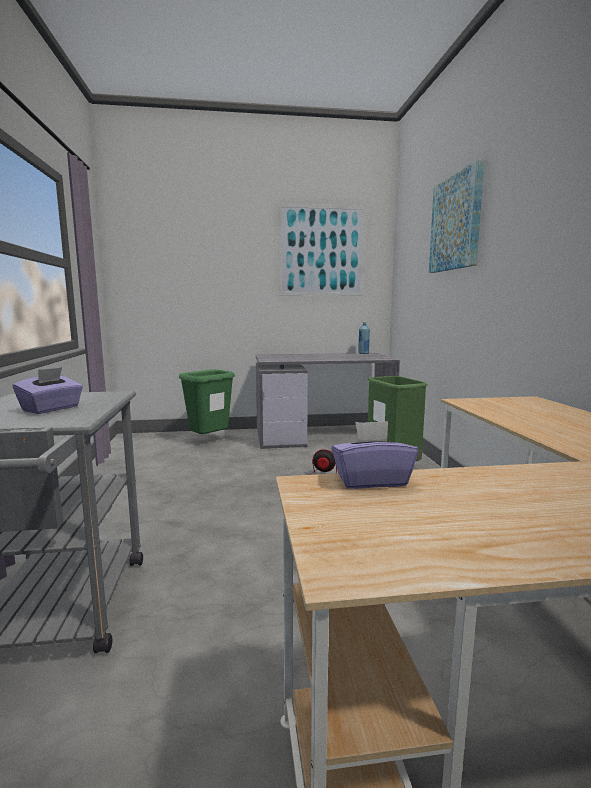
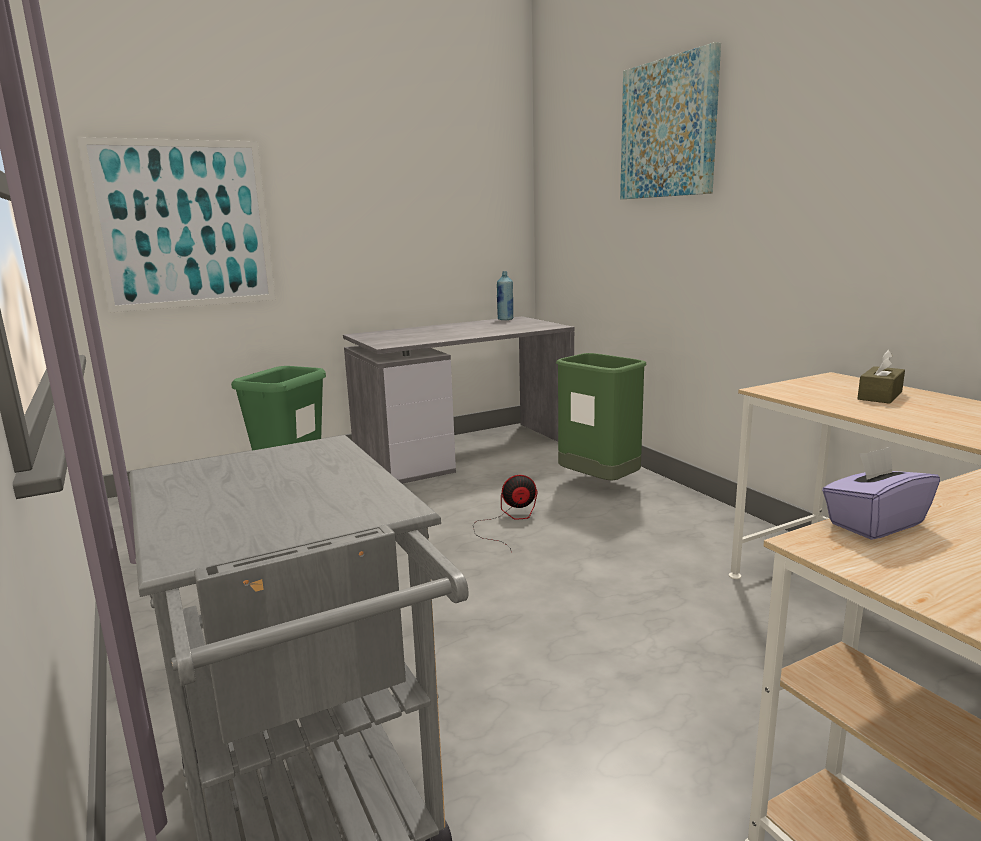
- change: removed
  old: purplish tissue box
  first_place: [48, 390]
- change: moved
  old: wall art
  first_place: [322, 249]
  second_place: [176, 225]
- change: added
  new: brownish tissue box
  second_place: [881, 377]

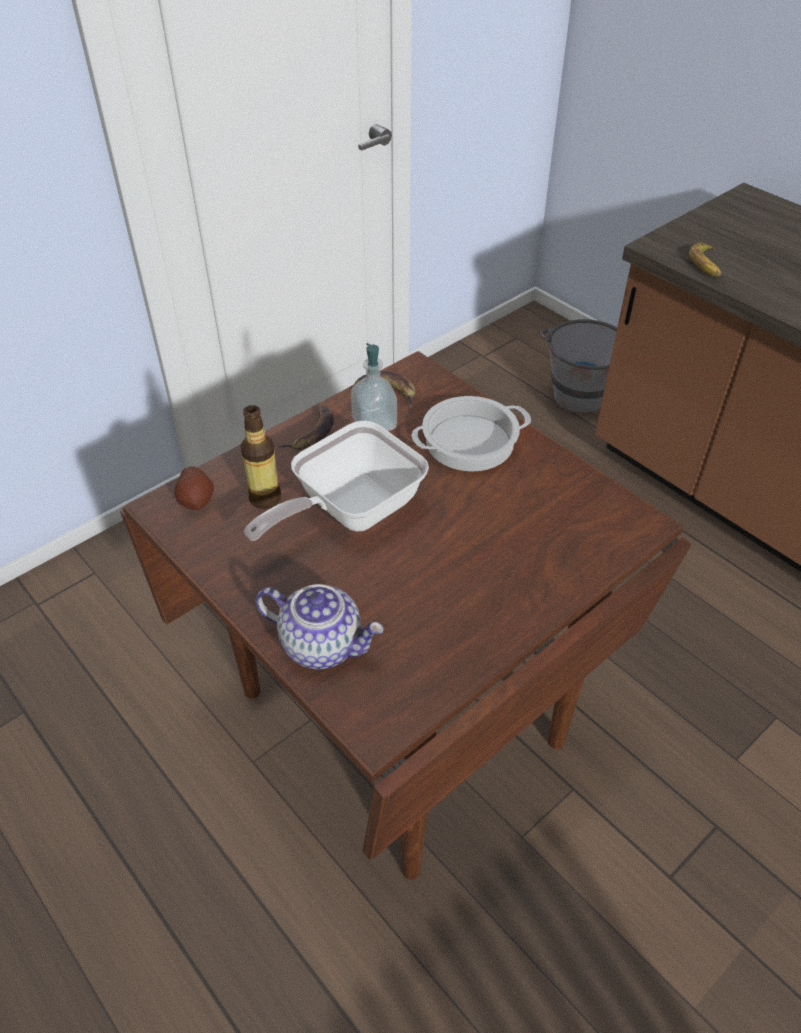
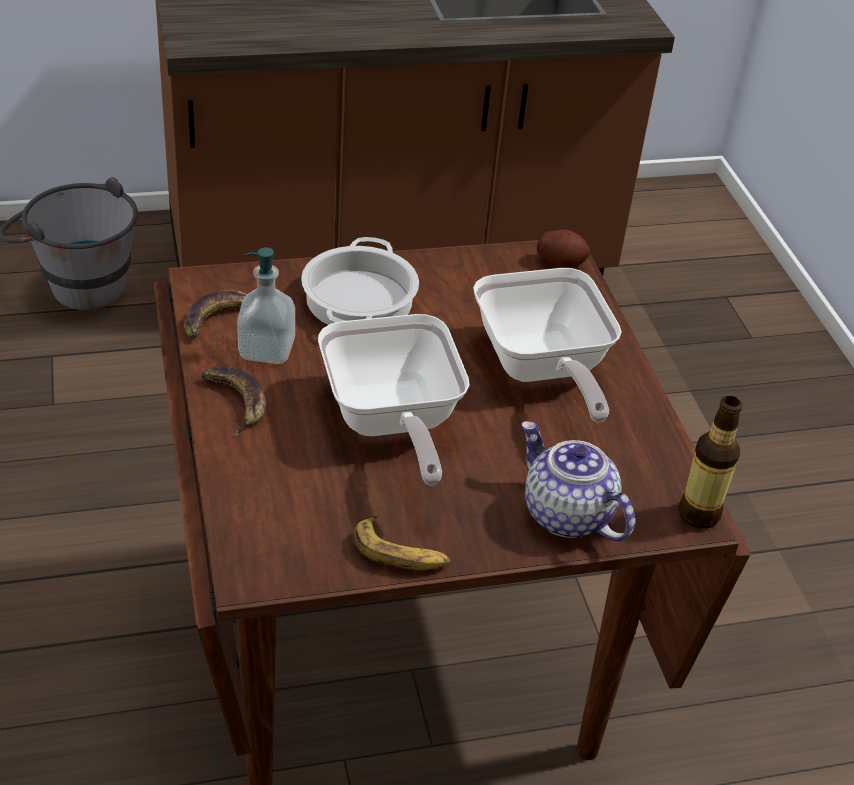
- change: moved
  old: potato
  first_place: [194, 488]
  second_place: [563, 249]
- change: moved
  old: bottle
  first_place: [261, 457]
  second_place: [710, 462]
- change: turned
  old: teapot
  first_place: [320, 626]
  second_place: [578, 481]
  degrees: -90
- change: moved
  old: banana
  first_place: [705, 260]
  second_place: [402, 542]
- change: added
  new: pan
  second_place: [547, 345]

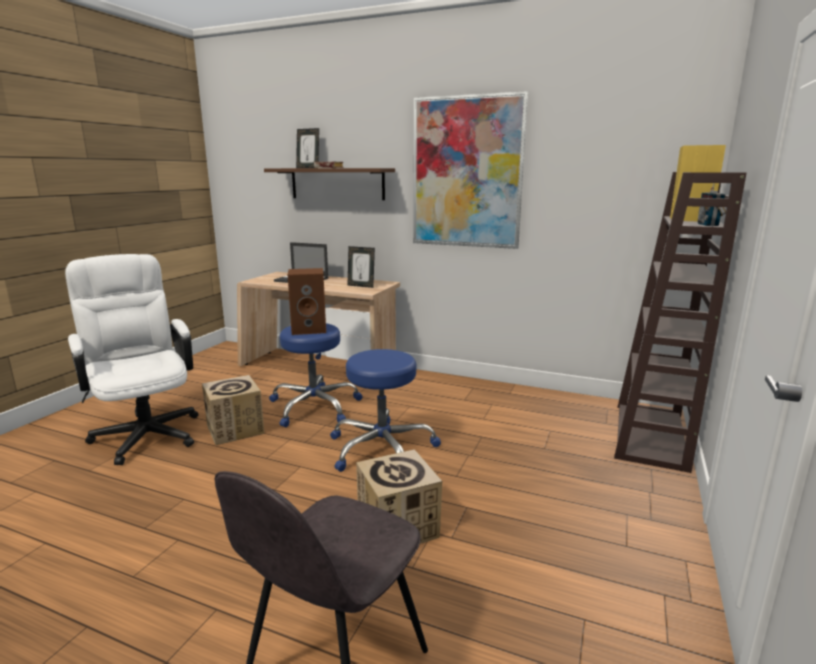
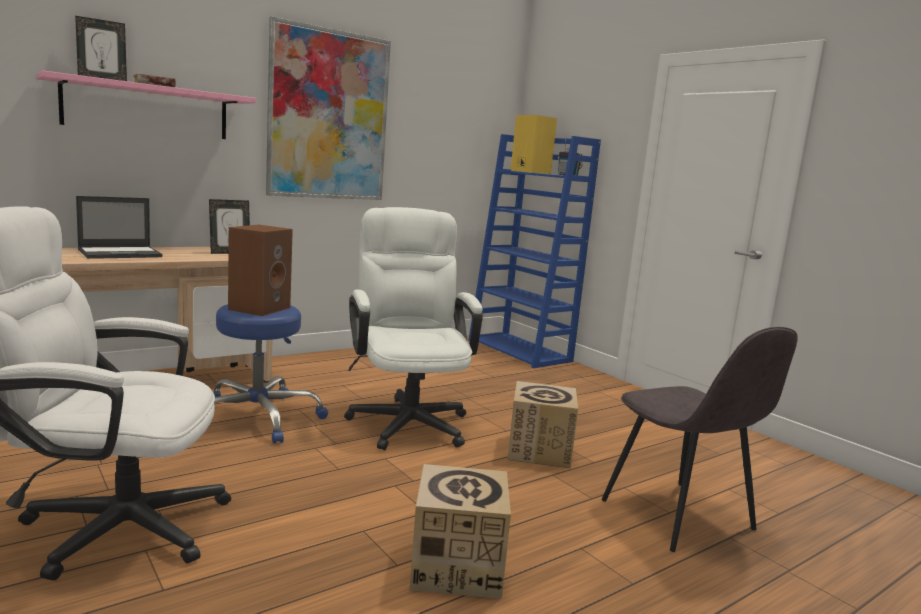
- change: moved
  old: carton
  first_place: [233, 410]
  second_place: [460, 531]
- change: recoloured
  old: brownish shelf
  new: pink-coloured shelf
  first_place: [329, 184]
  second_place: [146, 104]
- change: replaced
  old: bluish sitting stool
  new: white computer chair
  first_place: [385, 410]
  second_place: [413, 328]
- change: recoloured
  old: brownish bookshelf
  new: bluish bookshelf
  first_place: [680, 322]
  second_place: [534, 251]

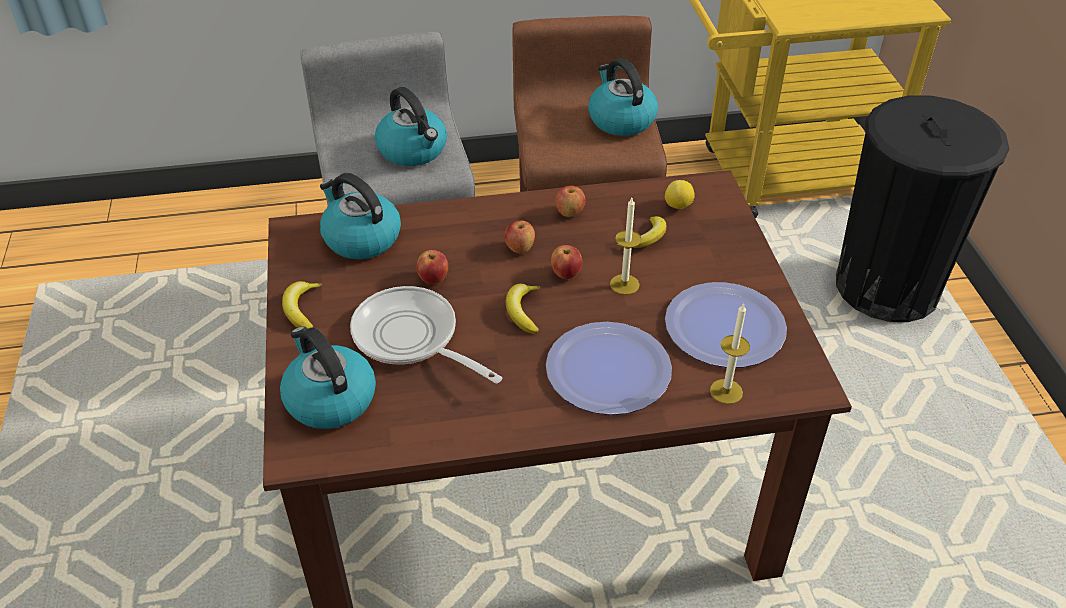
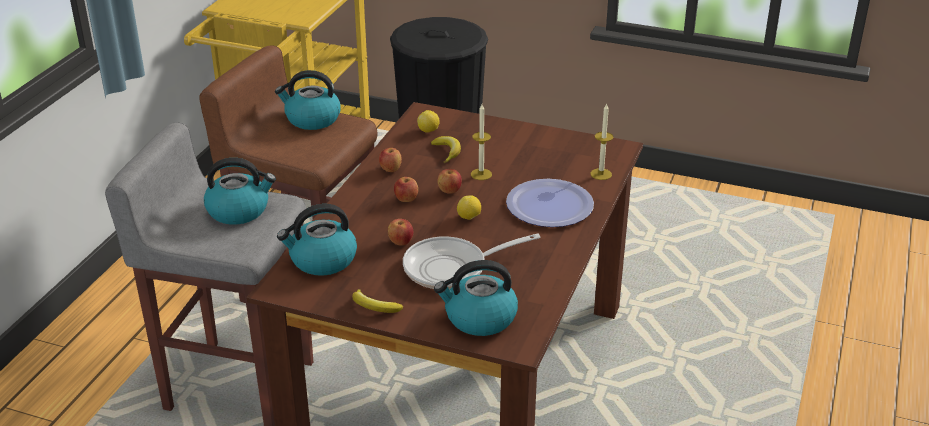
- change: replaced
  old: banana
  new: lemon
  first_place: [523, 308]
  second_place: [469, 207]
- change: removed
  old: dinner plate
  first_place: [726, 325]

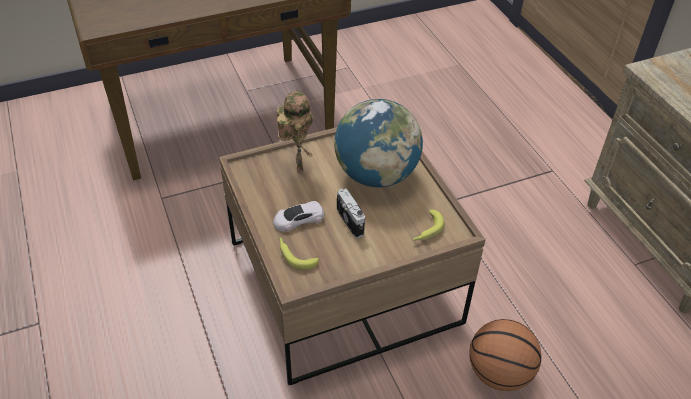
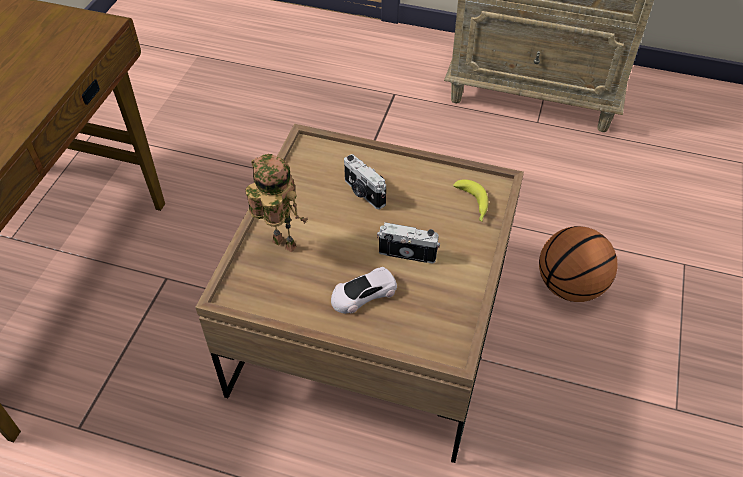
- change: turned
  old: white toy car
  first_place: [298, 216]
  second_place: [364, 290]
  degrees: 45
- change: removed
  old: banana
  first_place: [299, 253]
- change: replaced
  old: globe
  new: still camera
  first_place: [378, 143]
  second_place: [365, 181]

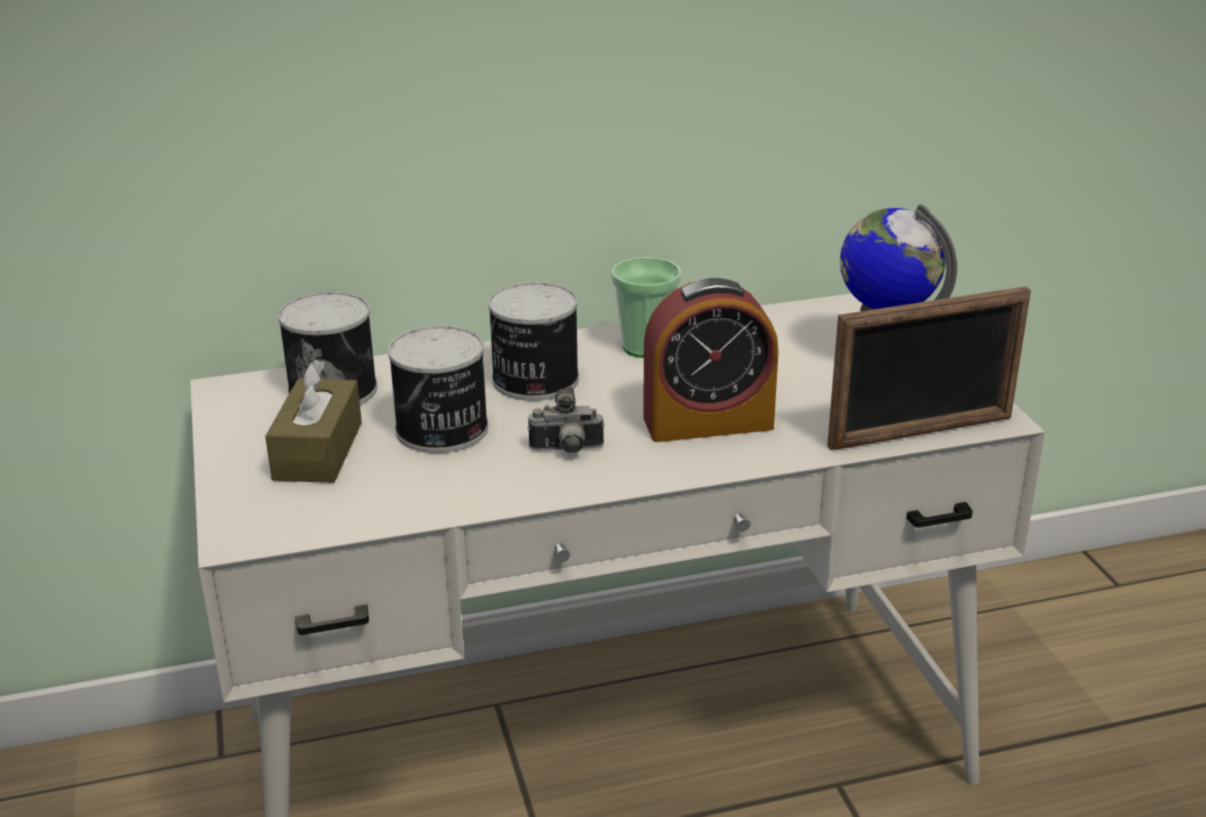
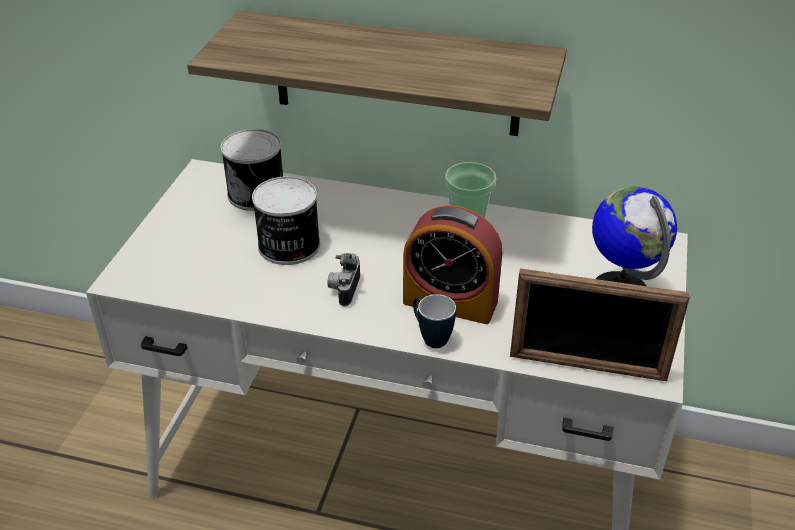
- change: removed
  old: brownish tissue box
  first_place: [313, 421]
- change: removed
  old: metal can
  first_place: [533, 341]
- change: turned
  old: still camera
  first_place: [566, 419]
  second_place: [343, 279]
  degrees: 75
- change: added
  new: shelf
  second_place: [377, 73]
- change: added
  new: coffee mug
  second_place: [434, 321]

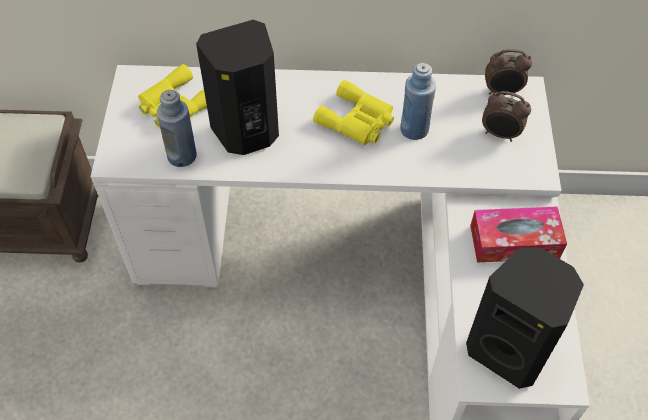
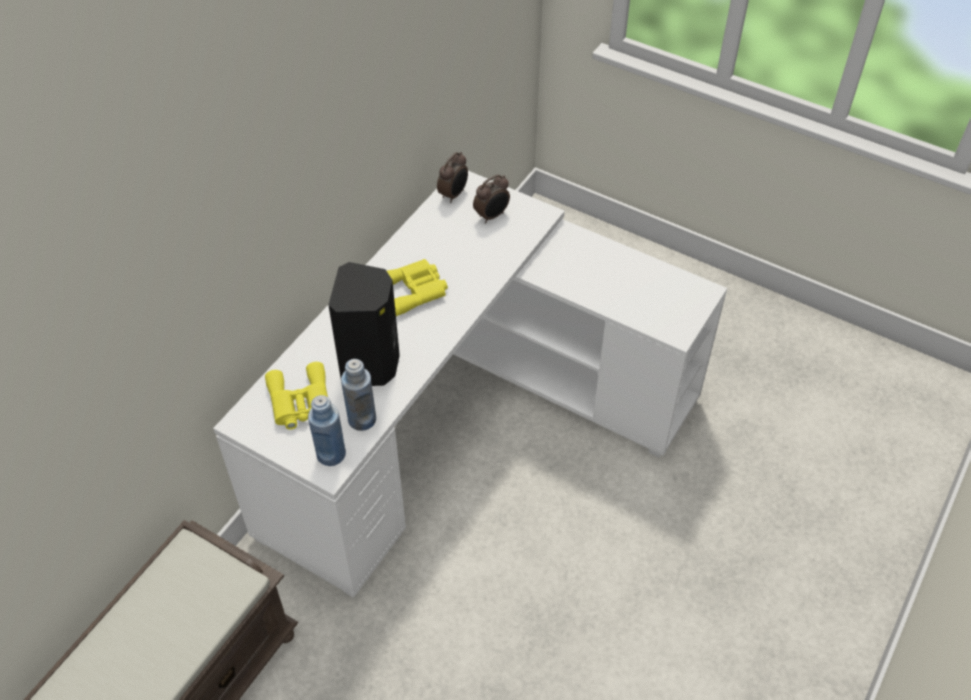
- change: moved
  old: bluish bottle
  first_place: [418, 101]
  second_place: [327, 430]
- change: removed
  old: black-coloured speaker
  first_place: [525, 318]
- change: removed
  old: tissue box
  first_place: [518, 234]

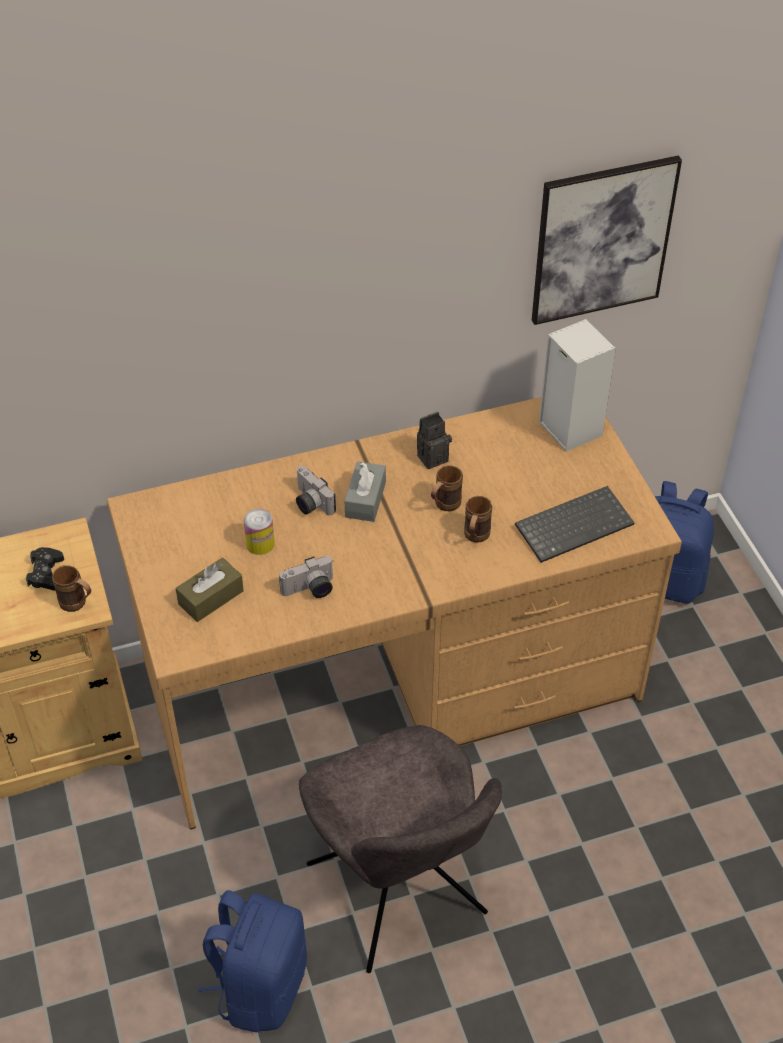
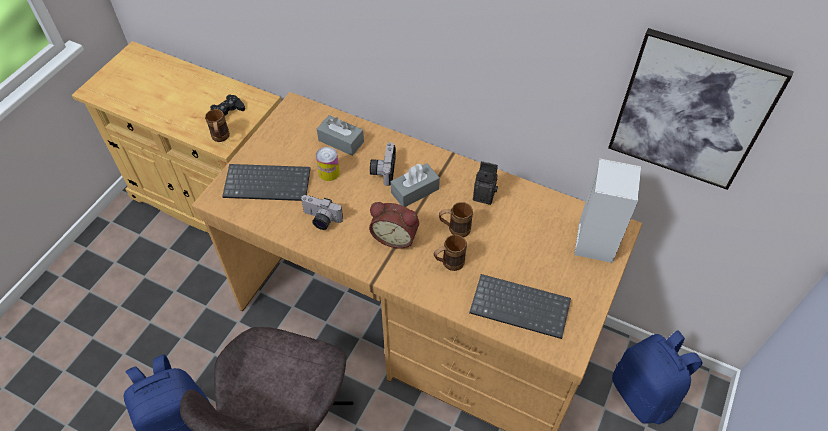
- change: replaced
  old: brownish tissue box
  new: computer keyboard
  first_place: [210, 590]
  second_place: [266, 182]
- change: added
  new: gray tissue box
  second_place: [340, 135]
- change: added
  new: table clock
  second_place: [394, 225]

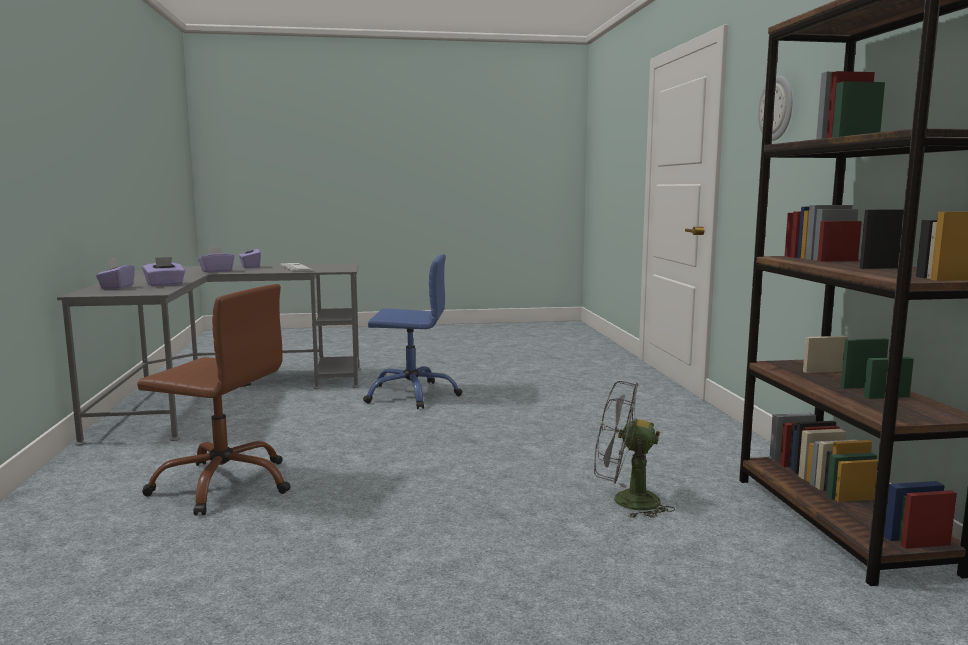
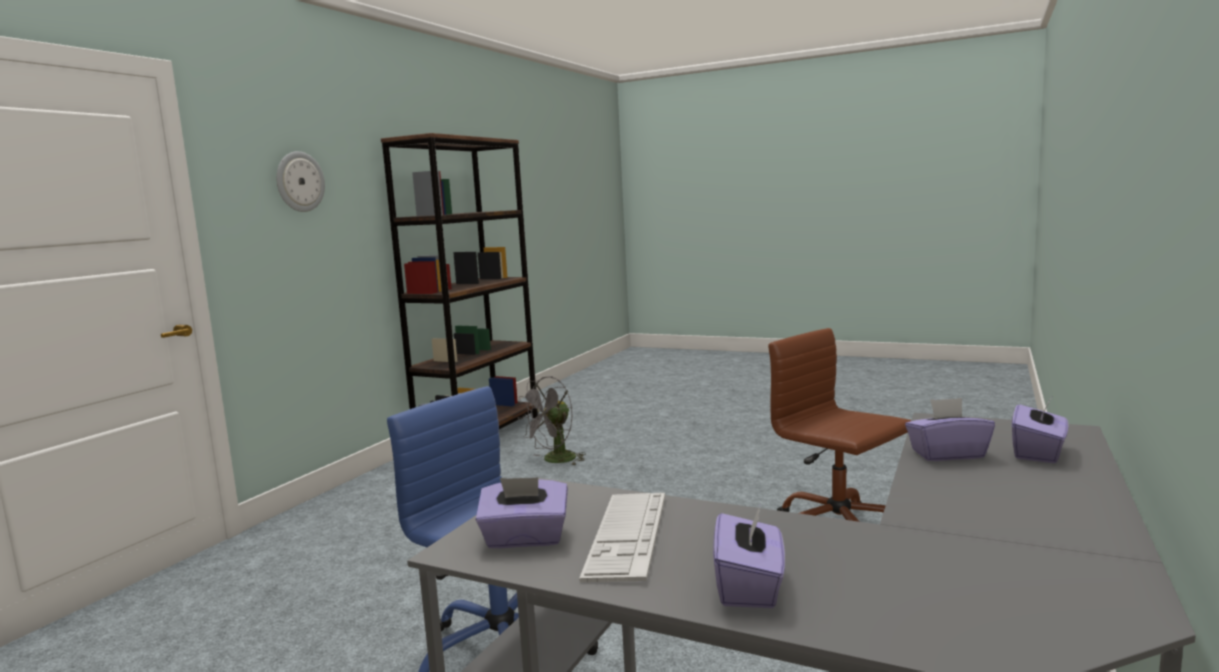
- change: moved
  old: purplish tissue box
  first_place: [216, 260]
  second_place: [522, 512]
- change: turned
  old: gray fan
  first_place: [634, 449]
  second_place: [552, 420]
  degrees: 90

